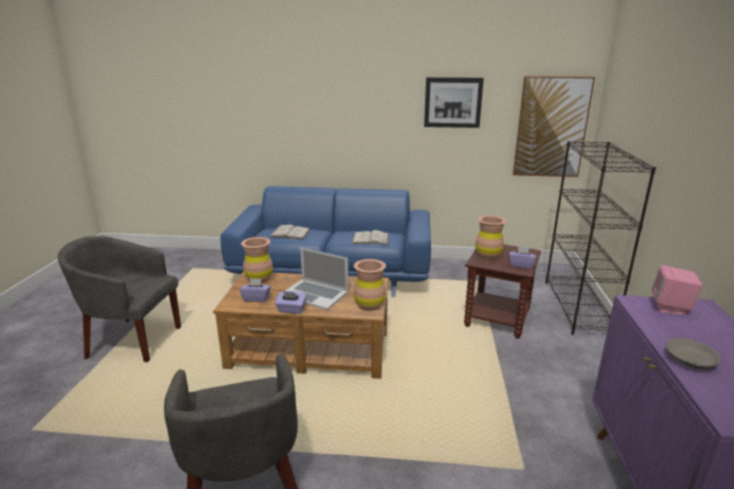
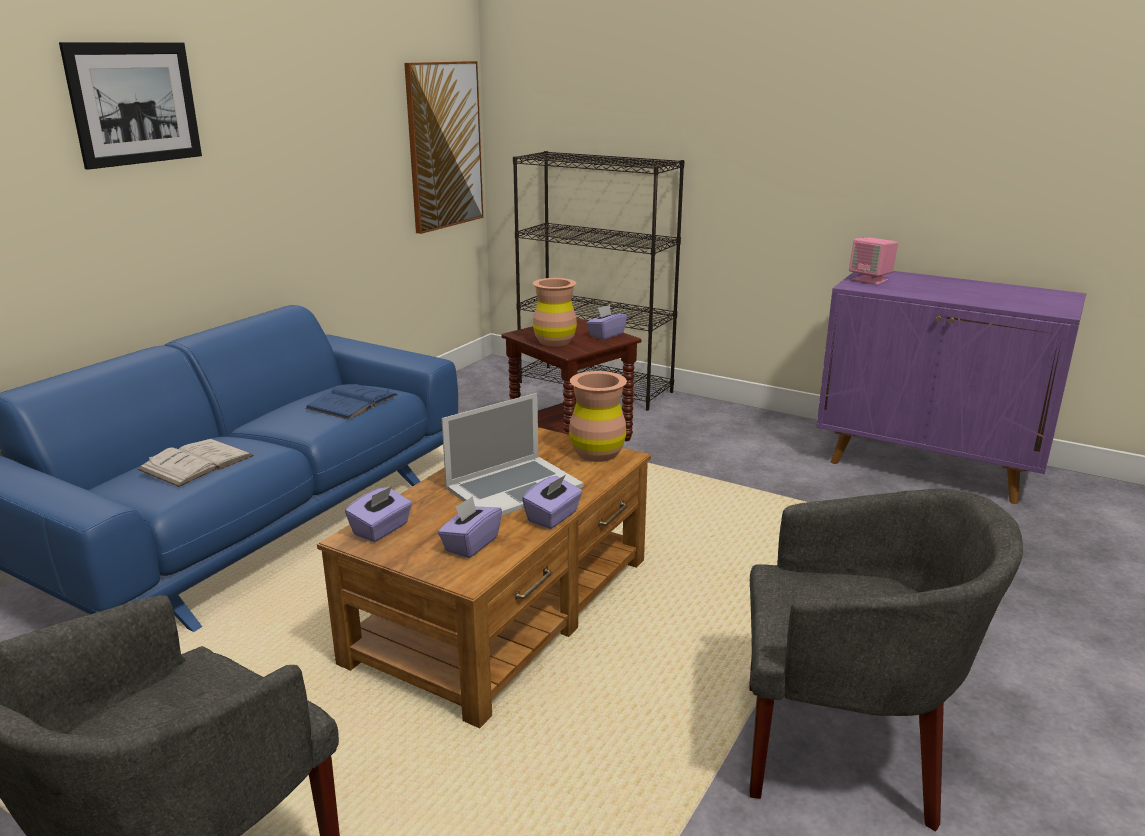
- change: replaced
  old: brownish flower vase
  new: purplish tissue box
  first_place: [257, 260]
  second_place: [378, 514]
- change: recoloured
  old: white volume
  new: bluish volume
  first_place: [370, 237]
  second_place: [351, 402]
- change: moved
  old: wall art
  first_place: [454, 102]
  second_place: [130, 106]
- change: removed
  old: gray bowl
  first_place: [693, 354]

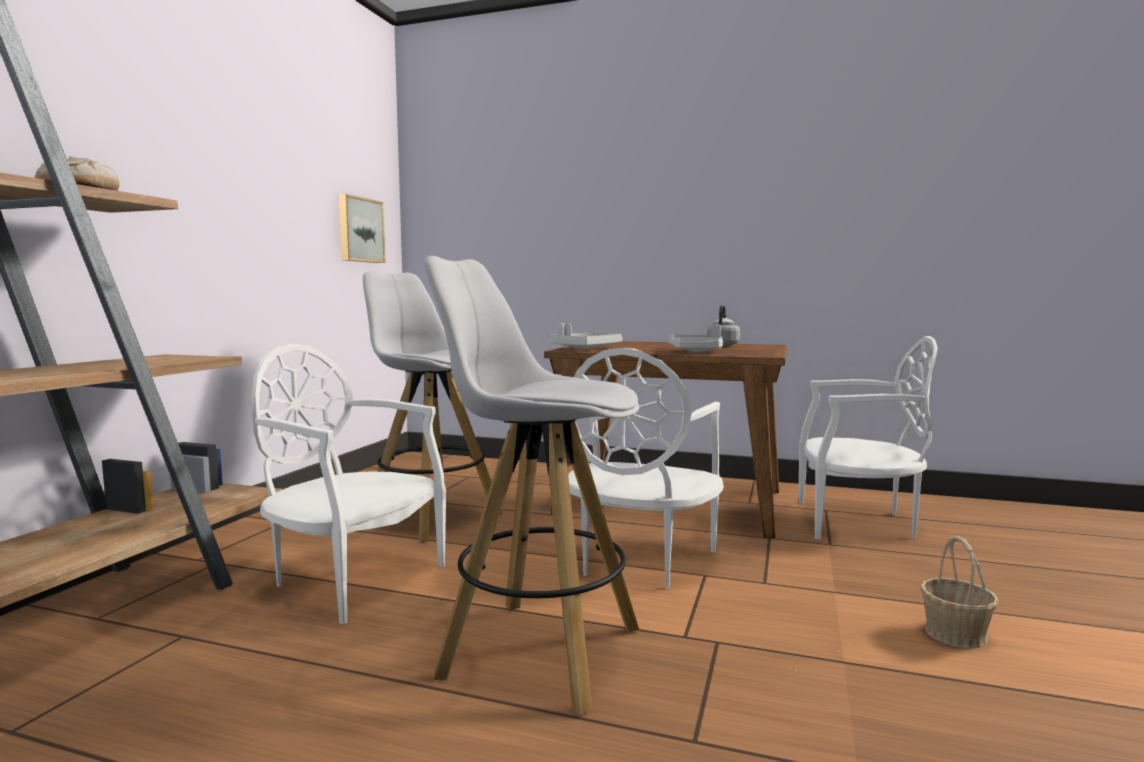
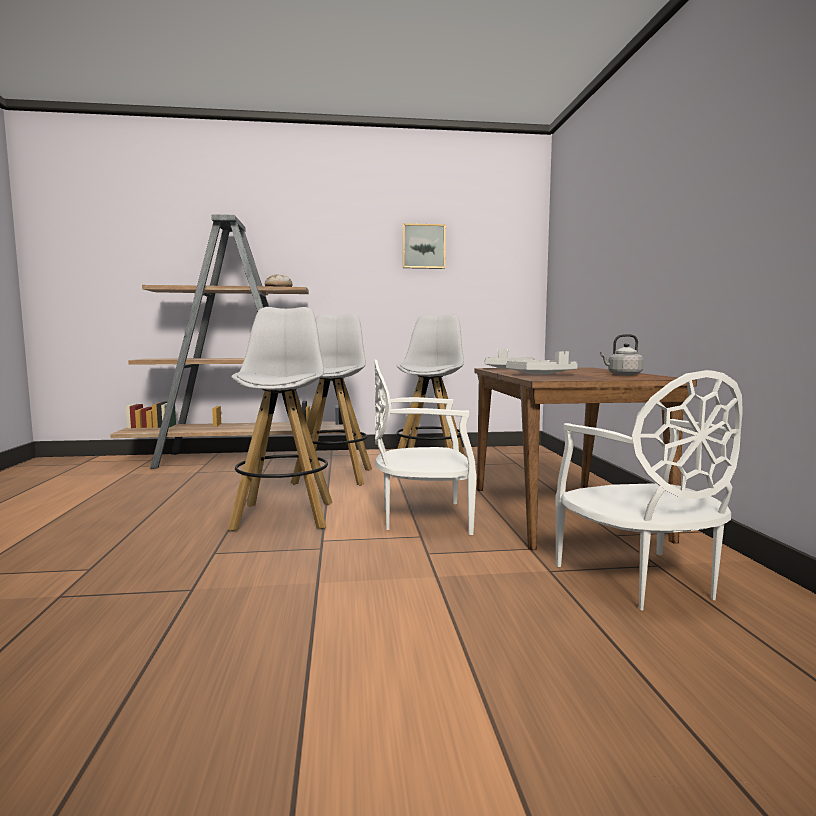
- change: replaced
  old: white upright chair
  new: white sitting stool
  first_place: [349, 484]
  second_place: [331, 399]
- change: moved
  old: wall art
  first_place: [362, 228]
  second_place: [424, 246]
- change: removed
  old: storage basket
  first_place: [959, 592]

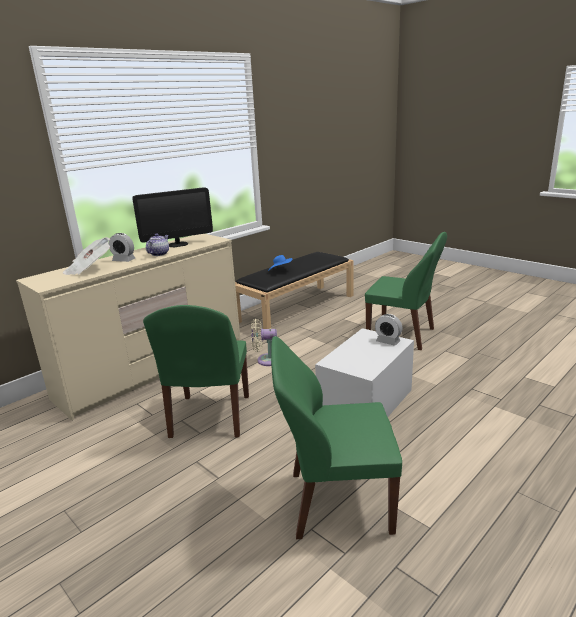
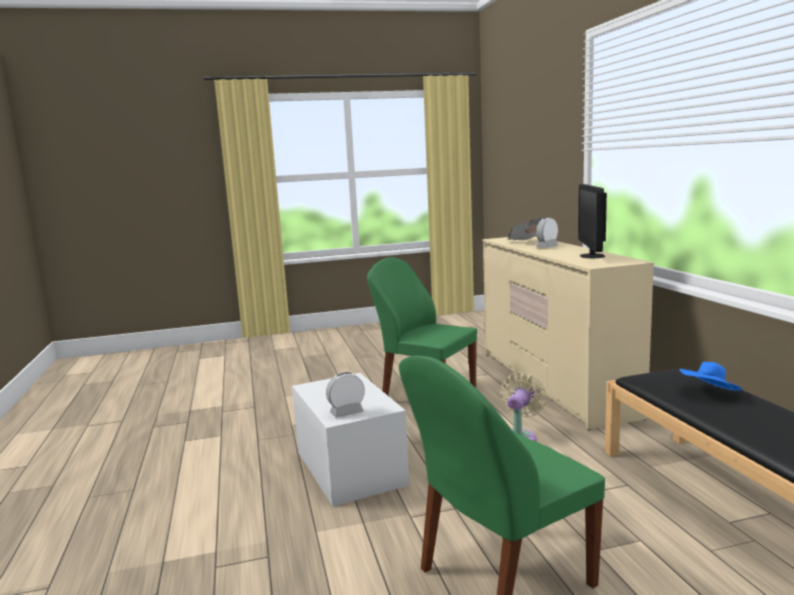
- change: removed
  old: teapot
  first_place: [157, 245]
- change: removed
  old: green-coloured upright chair
  first_place: [336, 437]

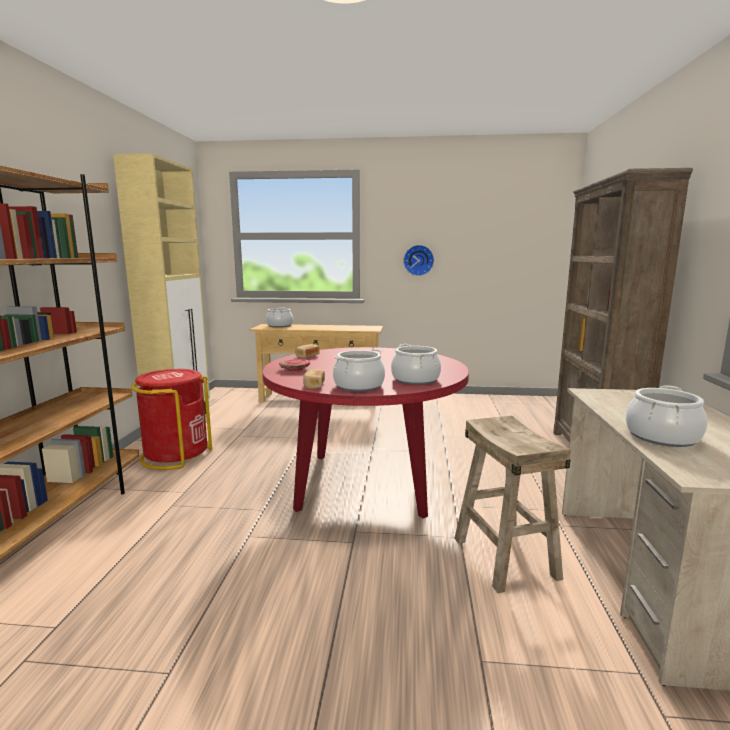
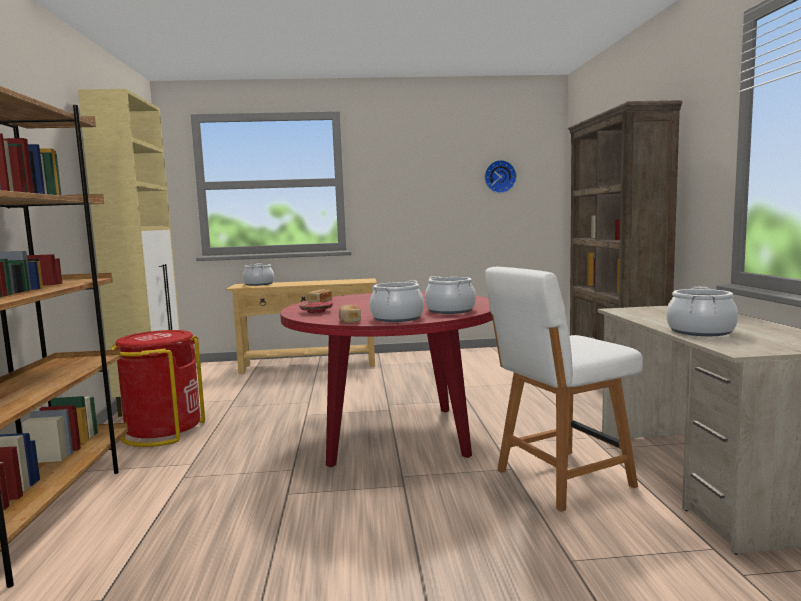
- change: moved
  old: clock on the wall
  first_place: [418, 260]
  second_place: [500, 176]
- change: replaced
  old: beige sitting stool
  new: white upright chair
  first_place: [512, 504]
  second_place: [564, 389]

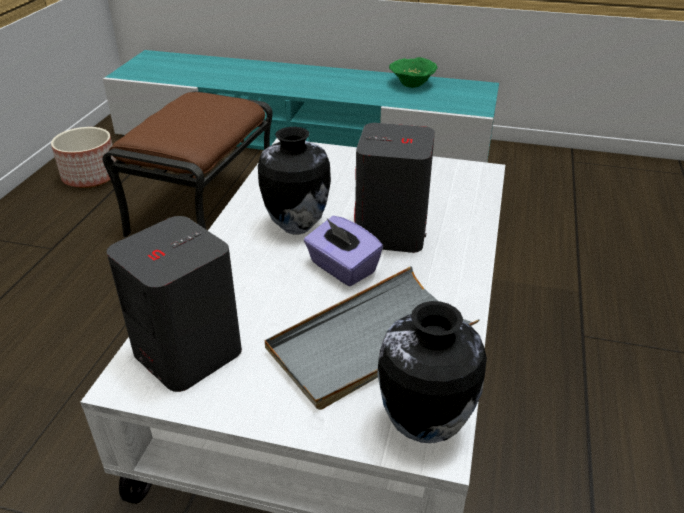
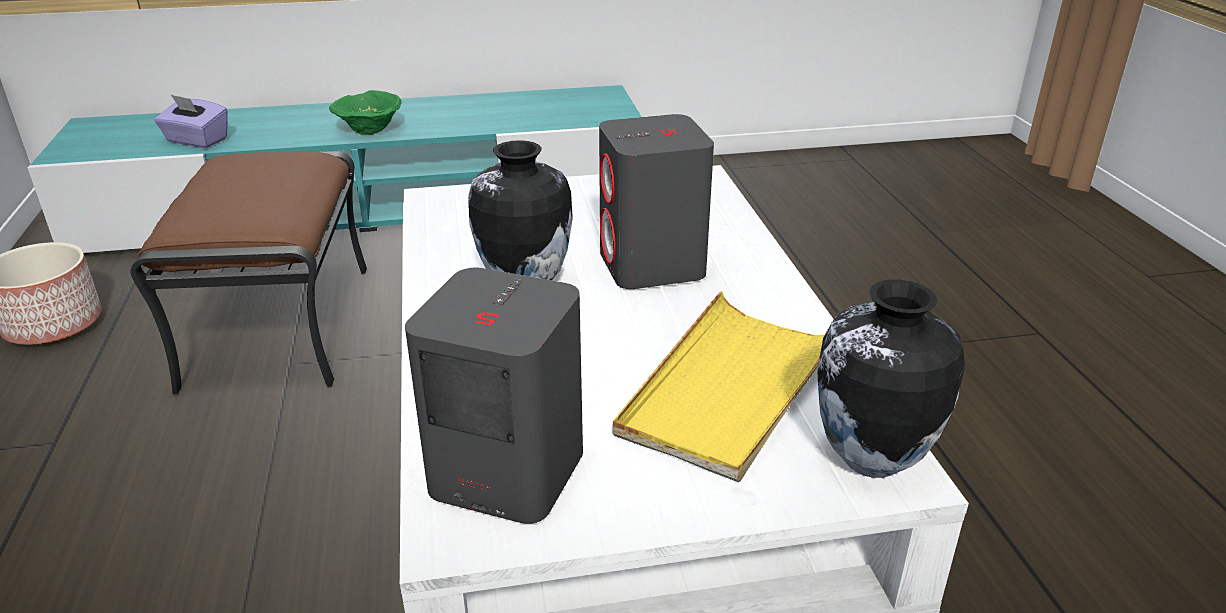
- change: recoloured
  old: gray tray
  new: yellow-coloured tray
  first_place: [372, 338]
  second_place: [718, 386]
- change: moved
  old: purplish tissue box
  first_place: [343, 251]
  second_place: [191, 121]
- change: moved
  old: green-coloured bowl
  first_place: [413, 72]
  second_place: [365, 112]

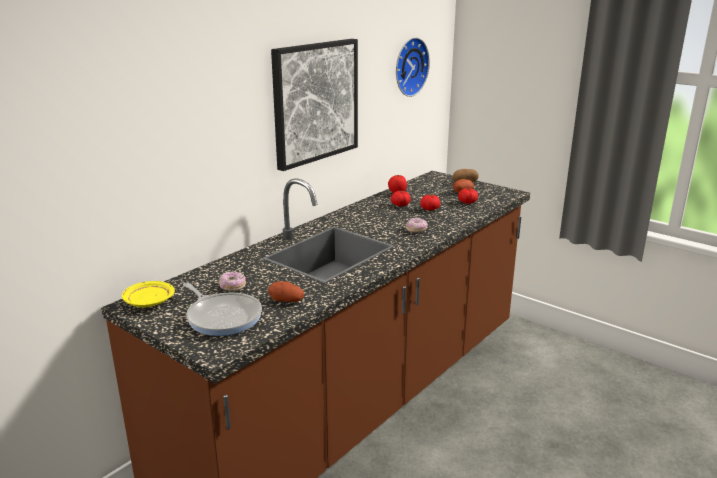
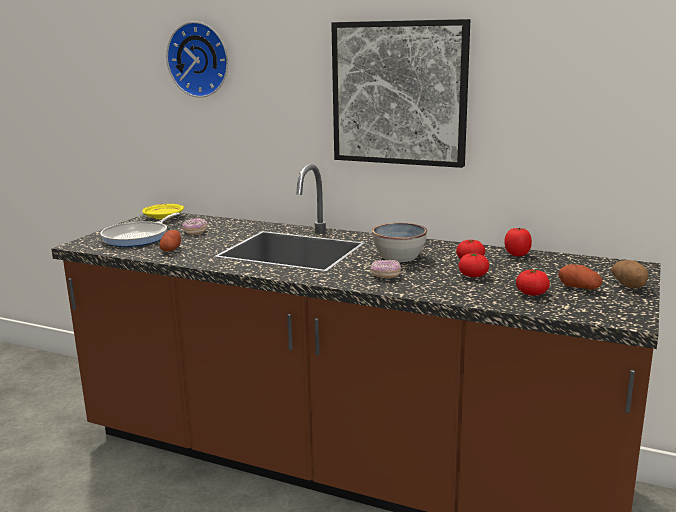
- change: moved
  old: clock on the wall
  first_place: [413, 67]
  second_place: [197, 59]
- change: added
  new: bowl
  second_place: [399, 242]

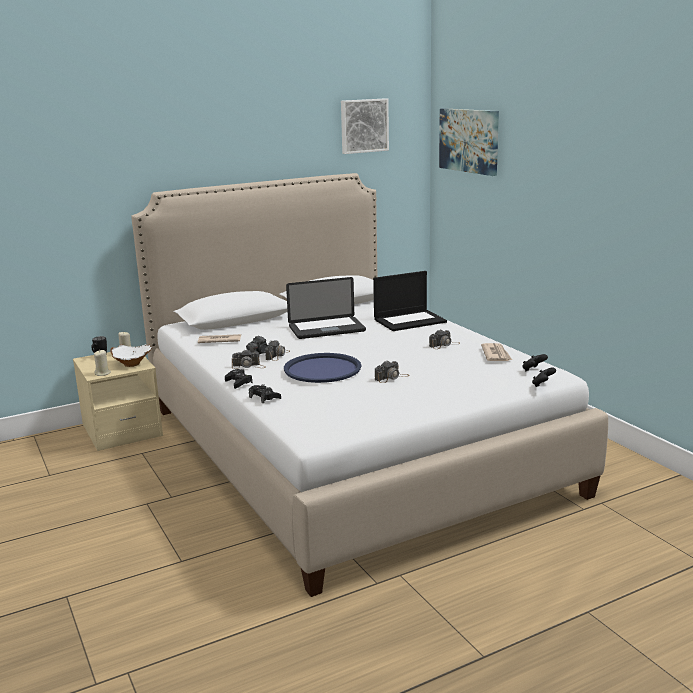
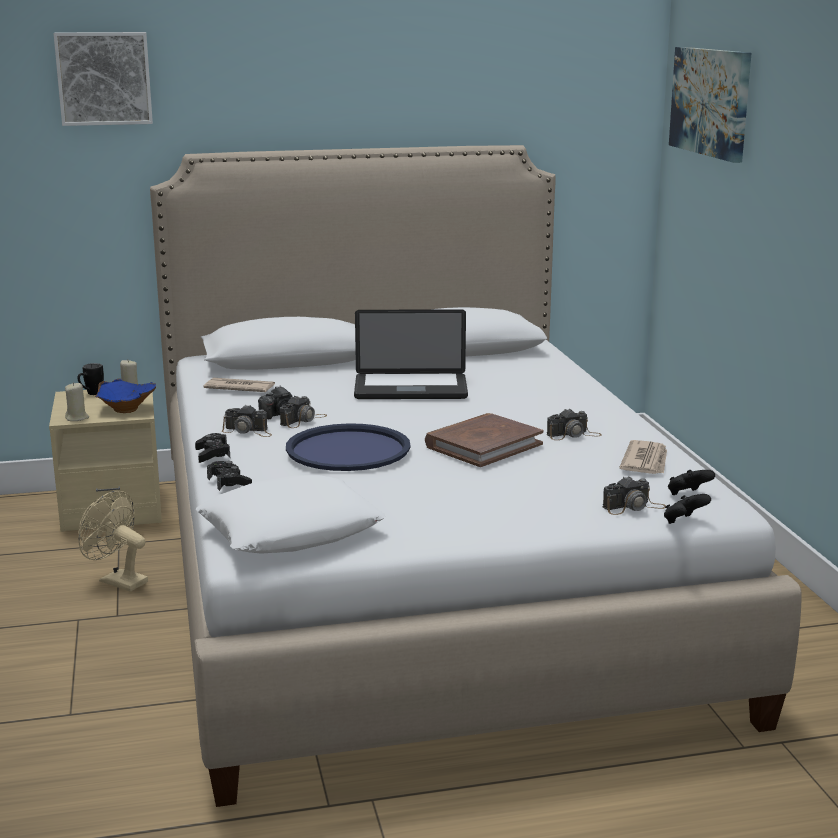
- change: recoloured
  old: white bowl
  new: bluish bowl
  first_place: [131, 355]
  second_place: [125, 395]
- change: moved
  old: wall art
  first_place: [365, 126]
  second_place: [103, 79]
- change: removed
  old: portable computer
  first_place: [410, 301]
- change: moved
  old: still camera
  first_place: [392, 371]
  second_place: [634, 495]
- change: added
  new: beige fan
  second_place: [113, 541]
- change: added
  new: white throw pillow
  second_place: [290, 514]
- change: added
  new: brownish volume
  second_place: [484, 440]

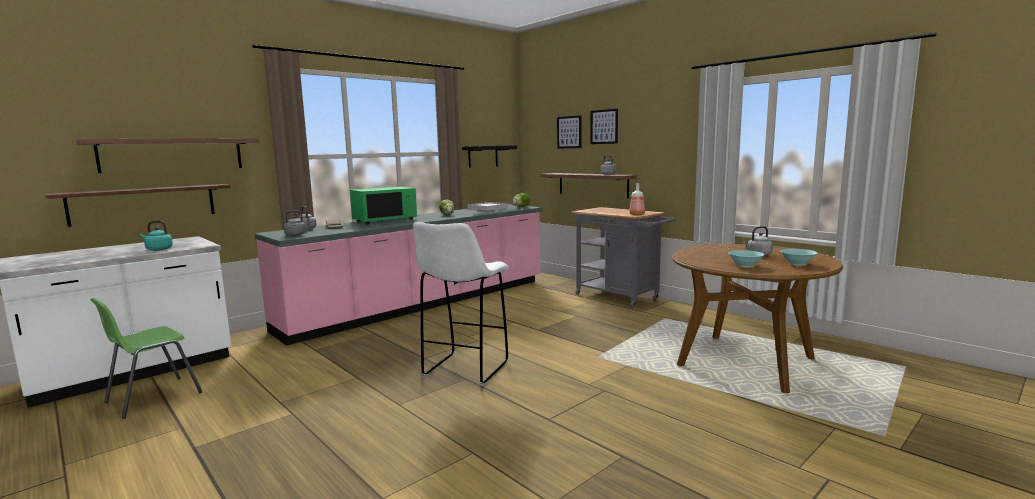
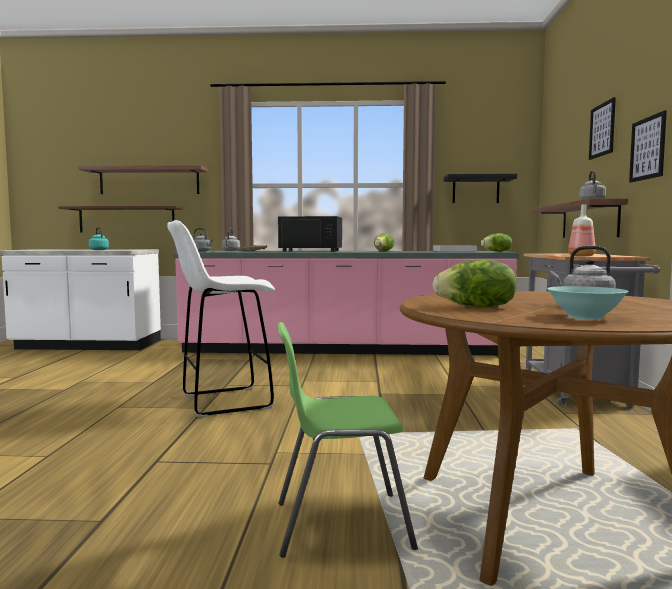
- change: moved
  old: green-coloured upright chair
  first_place: [146, 358]
  second_place: [348, 440]
- change: recoloured
  old: green-coloured microwave
  new: black-coloured microwave
  first_place: [383, 205]
  second_place: [310, 233]
- change: moved
  old: wall art
  first_place: [569, 132]
  second_place: [648, 146]
- change: replaced
  old: turquoise bowl
  new: lettuce
  first_place: [746, 258]
  second_place: [474, 283]

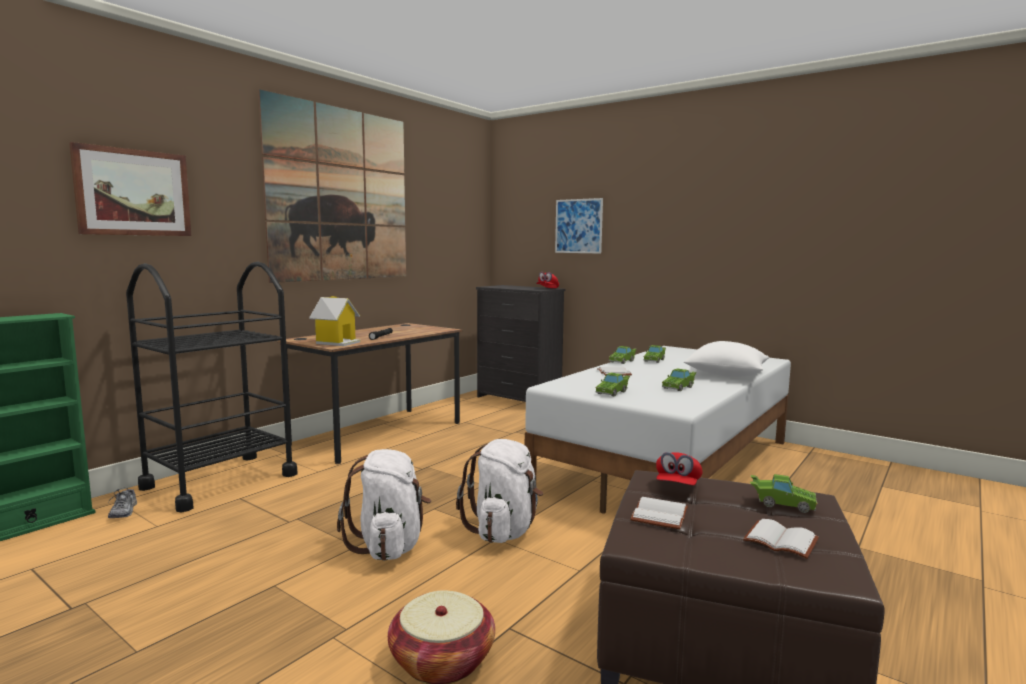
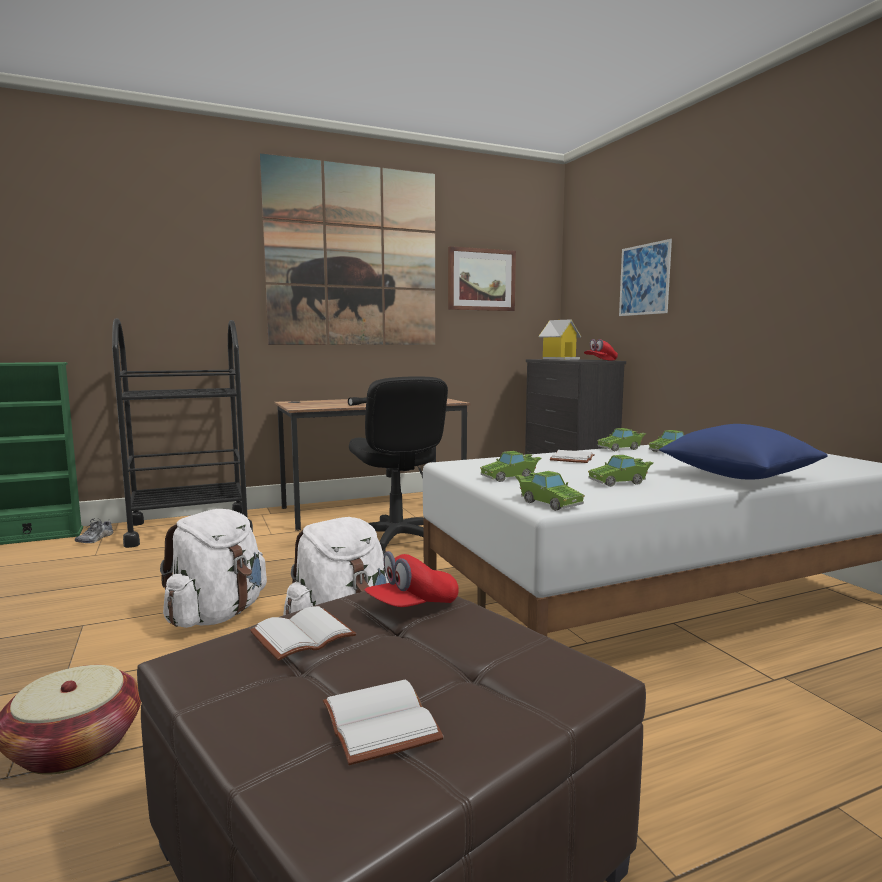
- change: moved
  old: wall art
  first_place: [130, 189]
  second_place: [482, 278]
- change: moved
  old: model house
  first_place: [335, 321]
  second_place: [559, 339]
- change: recoloured
  old: white throw pillow
  new: bluish throw pillow
  first_place: [726, 359]
  second_place: [743, 452]
- change: moved
  old: green-coloured toy car
  first_place: [783, 493]
  second_place: [550, 491]
- change: added
  new: black-coloured computer chair
  second_place: [398, 466]

